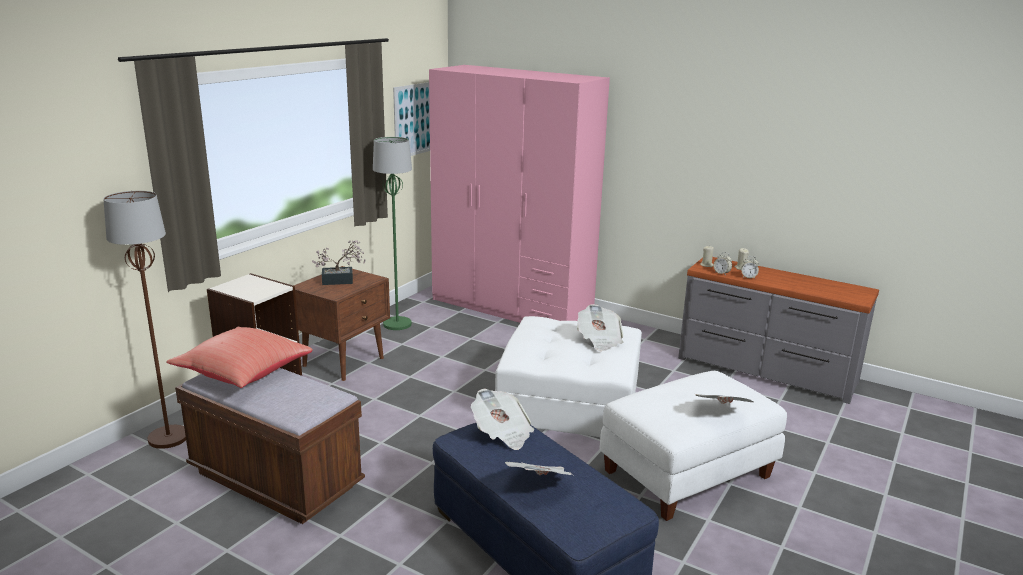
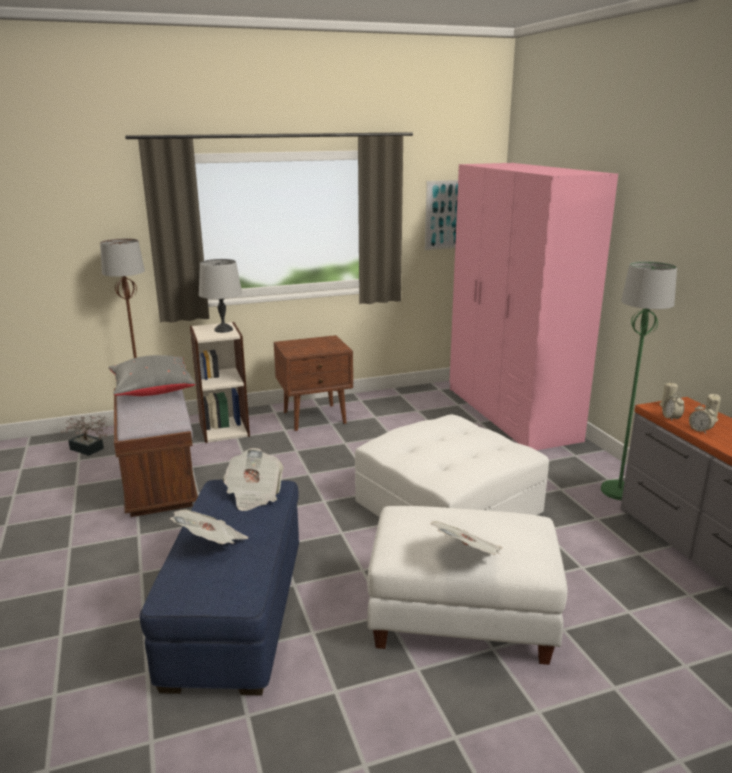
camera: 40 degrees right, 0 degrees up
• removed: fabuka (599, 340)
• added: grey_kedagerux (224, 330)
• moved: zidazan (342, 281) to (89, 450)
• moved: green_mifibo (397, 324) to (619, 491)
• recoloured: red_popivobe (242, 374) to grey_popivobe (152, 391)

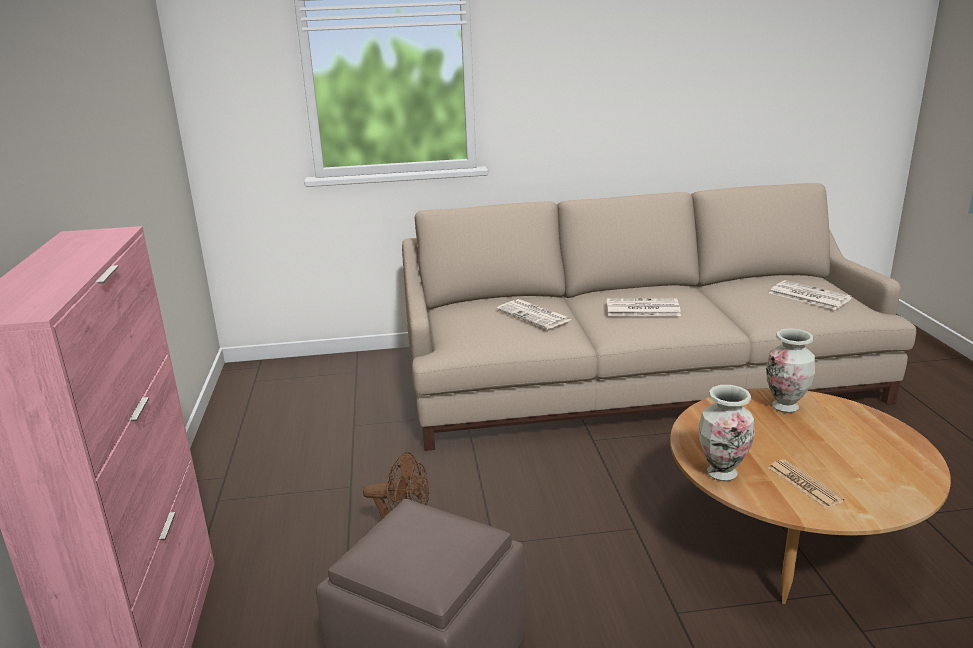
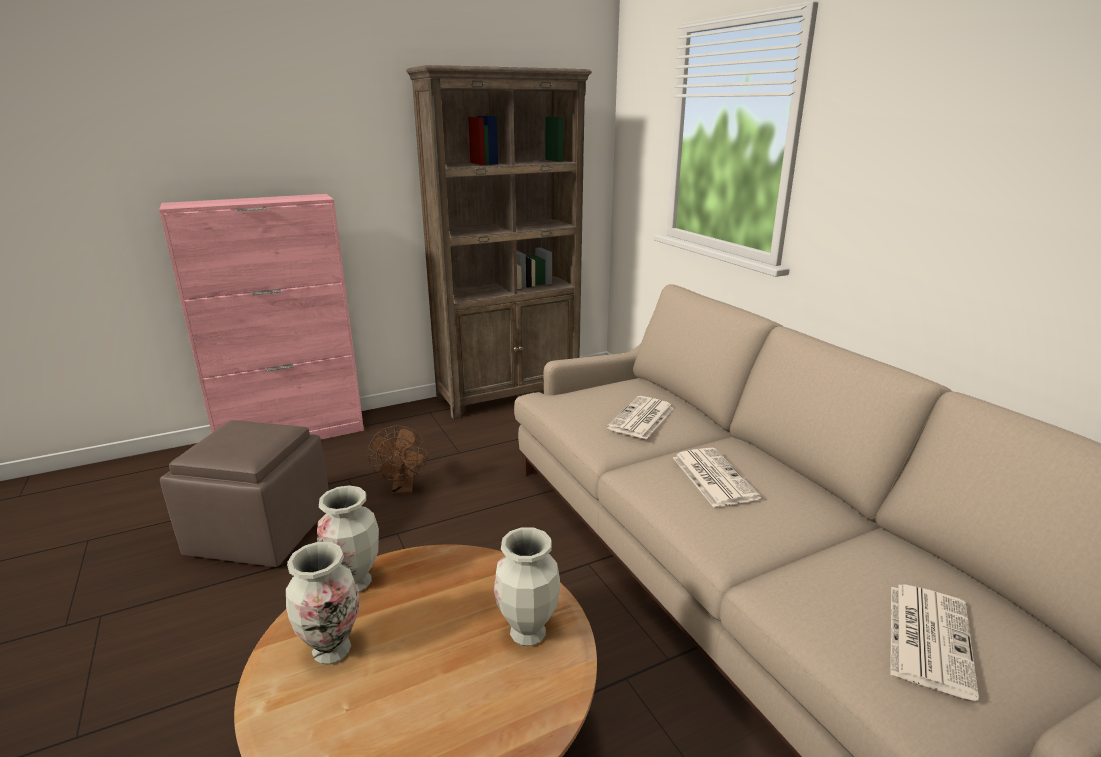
camera: 70 degrees right, 0 degrees up
• added: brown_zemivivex (509, 395)
• replaced: fabuka (804, 484) to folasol (332, 650)

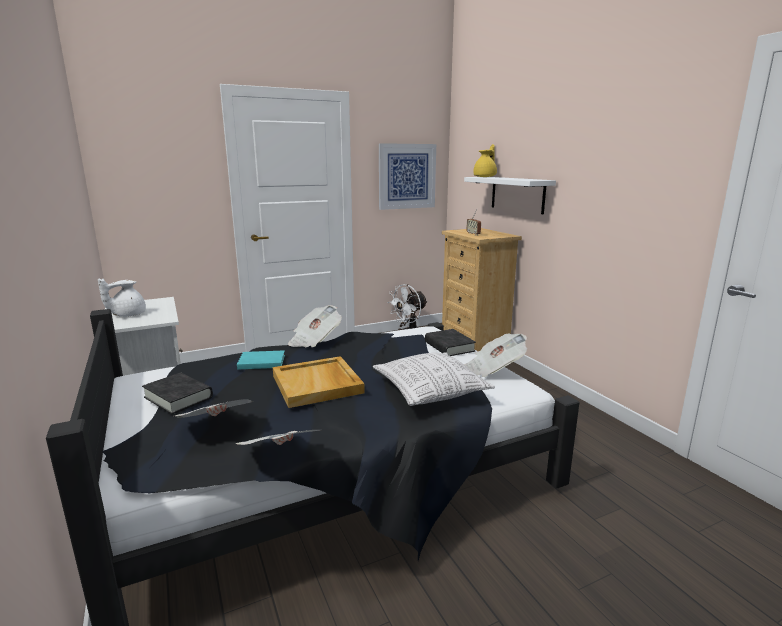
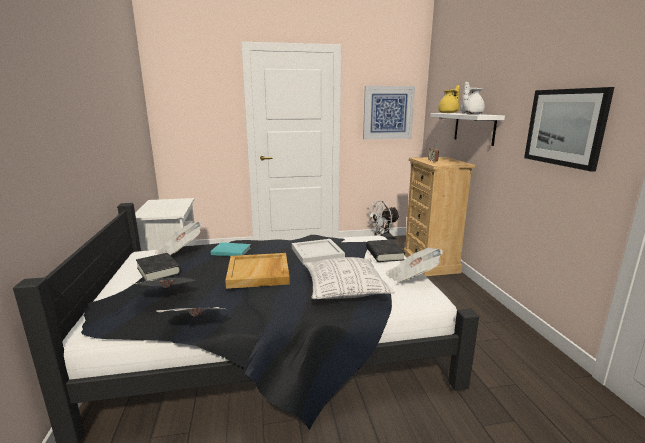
camera: 15 degrees right, 0 degrees up
• added: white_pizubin (316, 253)
• added: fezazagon (565, 127)
• moved: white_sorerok (127, 315) to (470, 114)
• moved: fabuka (314, 340) to (180, 250)

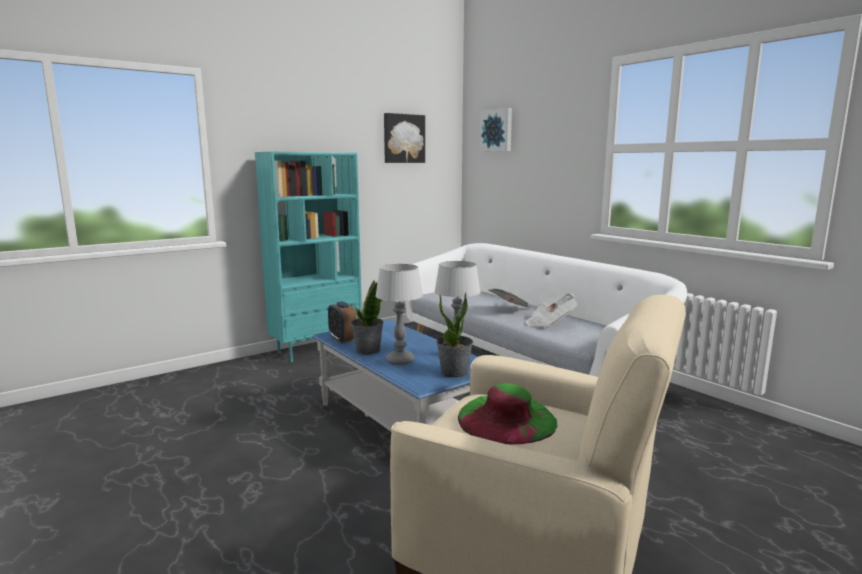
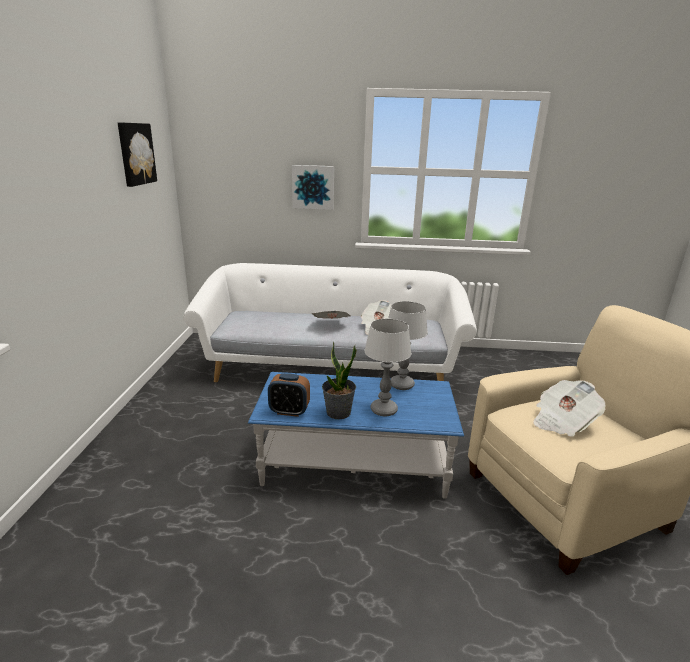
camera: 50 degrees left, 10 degrees up
• removed: turquoise_zemivivex (316, 350)
• removed: zidazan (454, 372)
• moved: fezazagon (497, 130) to (313, 187)
• replaced: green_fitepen (506, 419) to fabuka (562, 421)

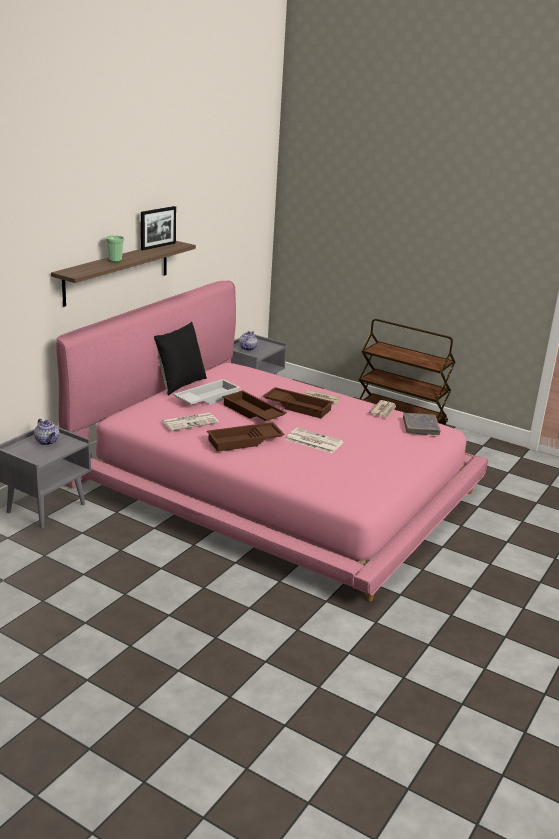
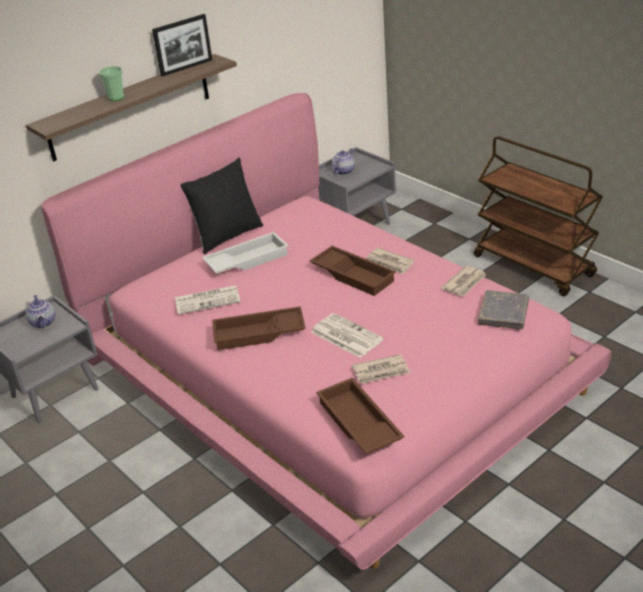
camera: 20 degrees right, 10 degrees up
• added: fabuka (381, 371)
• moved: brown_pizubin (252, 412) to (357, 424)

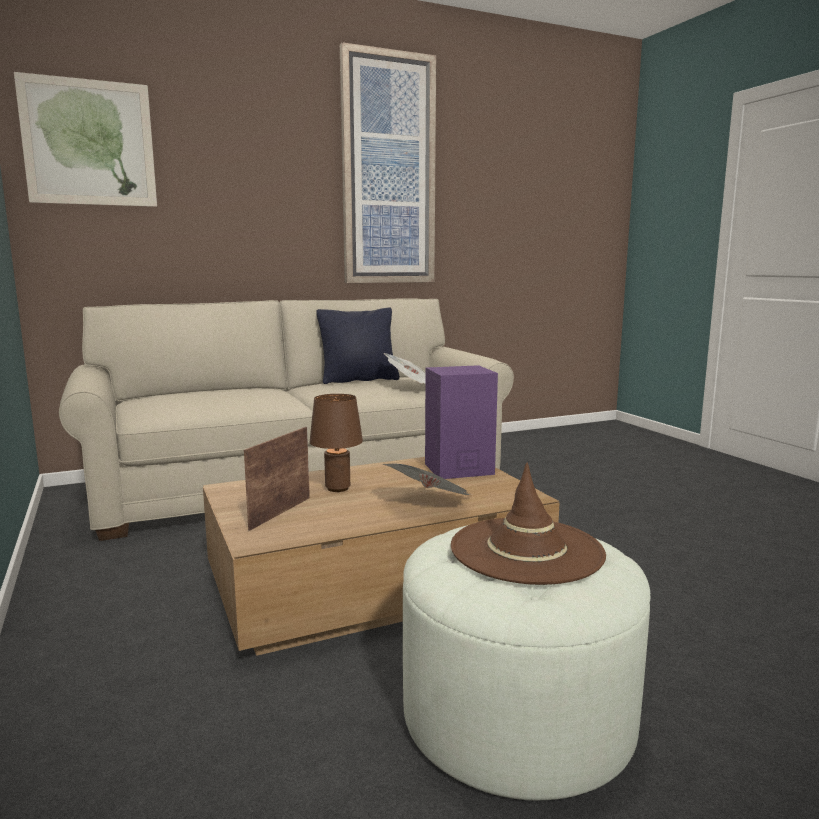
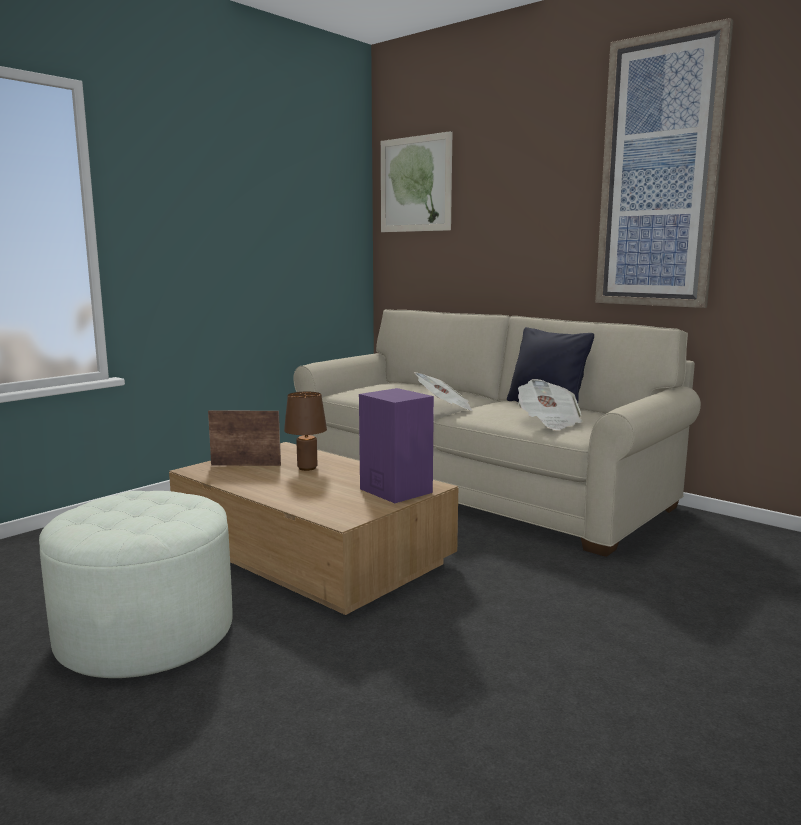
camera: 65 degrees right, 0 degrees up
• removed: brown_fitepen (527, 550)
• moved: fabuka (431, 504) to (444, 407)

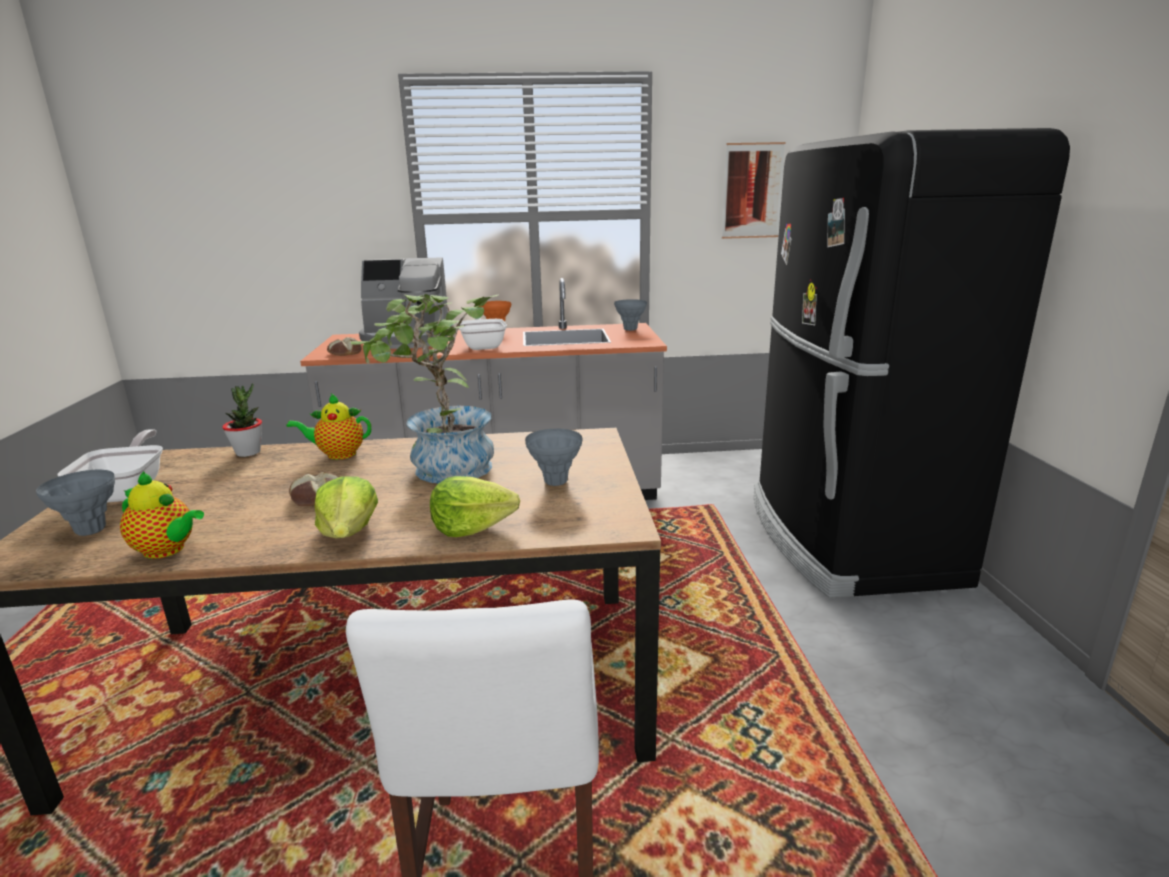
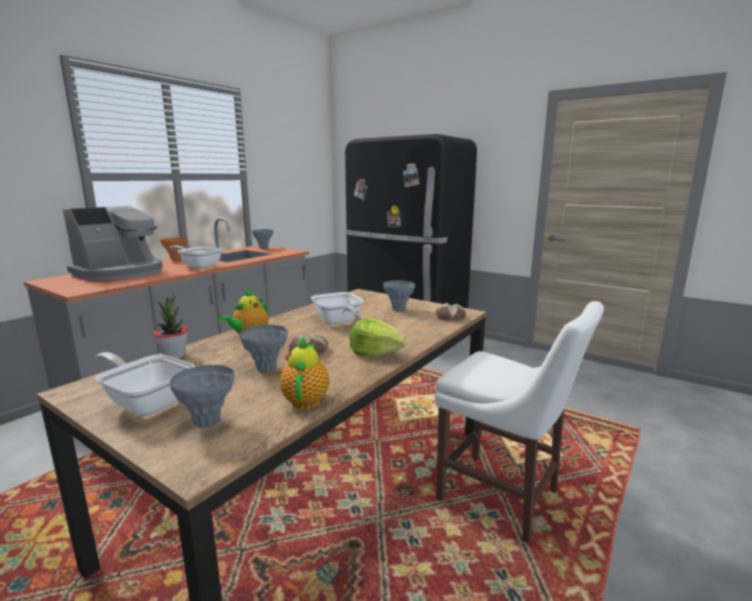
camera: 50 degrees left, 5 degrees down
• removed: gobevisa (472, 526)
• removed: fezazagon (752, 191)
• added: grey_folasol (266, 369)
• moved: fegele (345, 352) to (450, 317)
• replaced: zidazan (444, 472) to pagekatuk (338, 322)
• turned: sorerok (167, 550) = (306, 399) 60 degrees counterclockwise

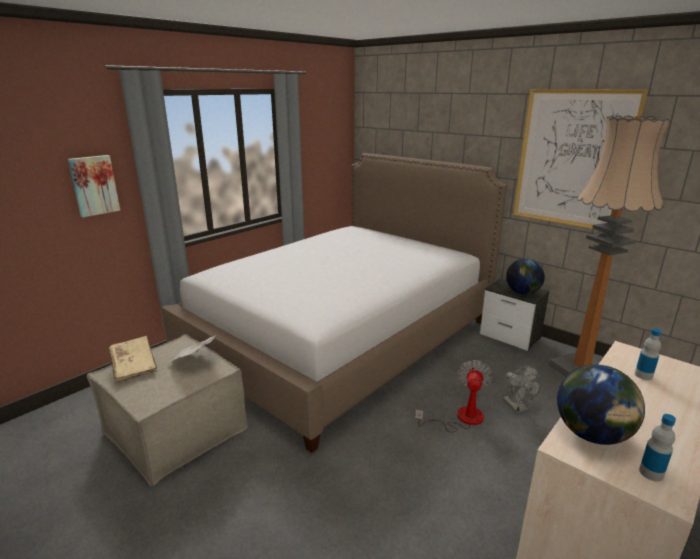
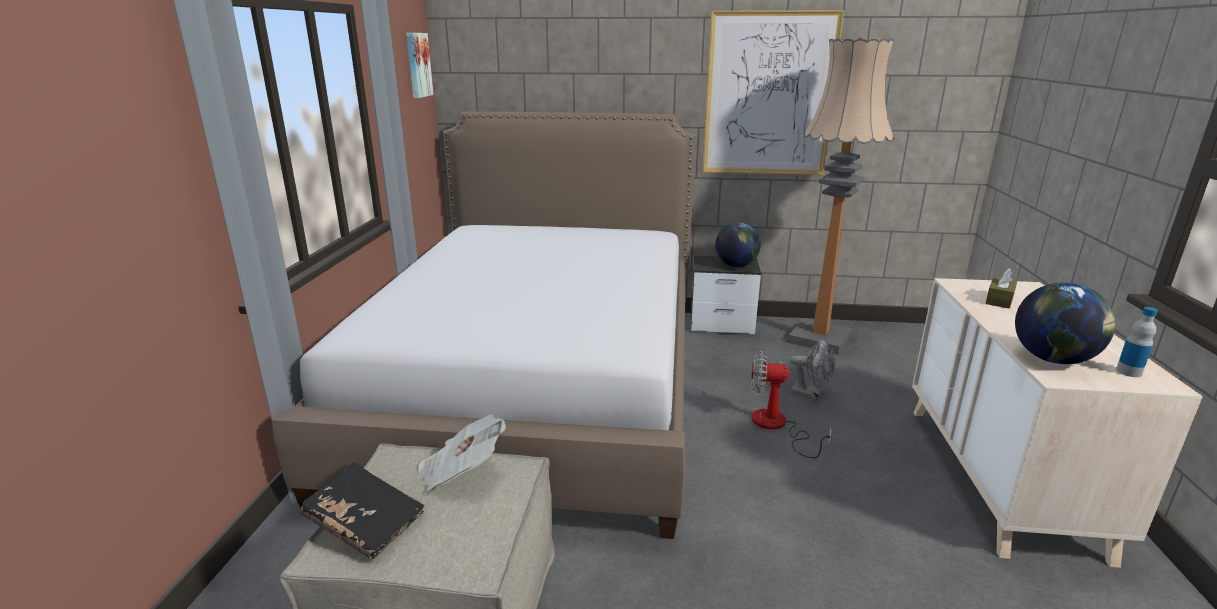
camera: 35 degrees left, 0 degrees up
• moved: fezazagon (94, 185) to (417, 65)
• replaced: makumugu (643, 375) to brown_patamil (999, 300)
• recoloured: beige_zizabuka (134, 366) to black_zizabuka (366, 523)
• turned: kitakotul (461, 418) = (777, 426) 60 degrees counterclockwise

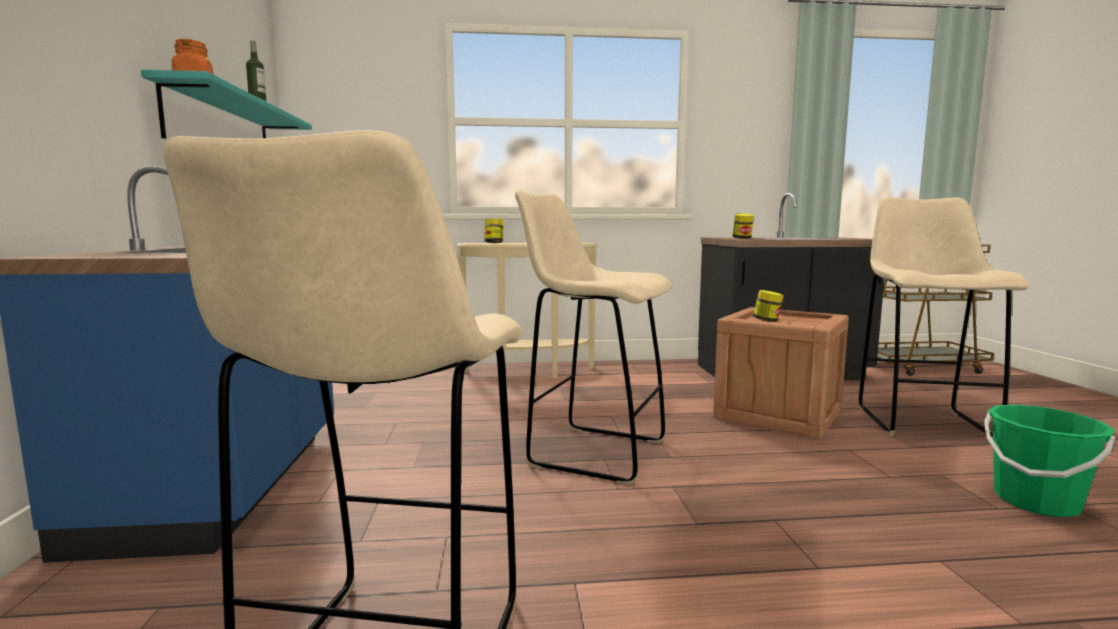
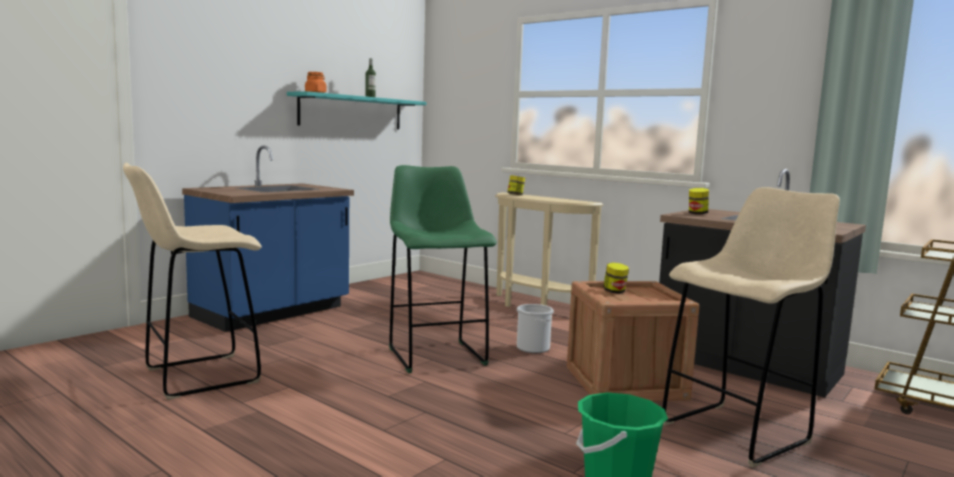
camera: 45 degrees right, 0 degrees up
• added: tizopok (533, 348)
• recoloured: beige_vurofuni (593, 452) to green_vurofuni (436, 355)

